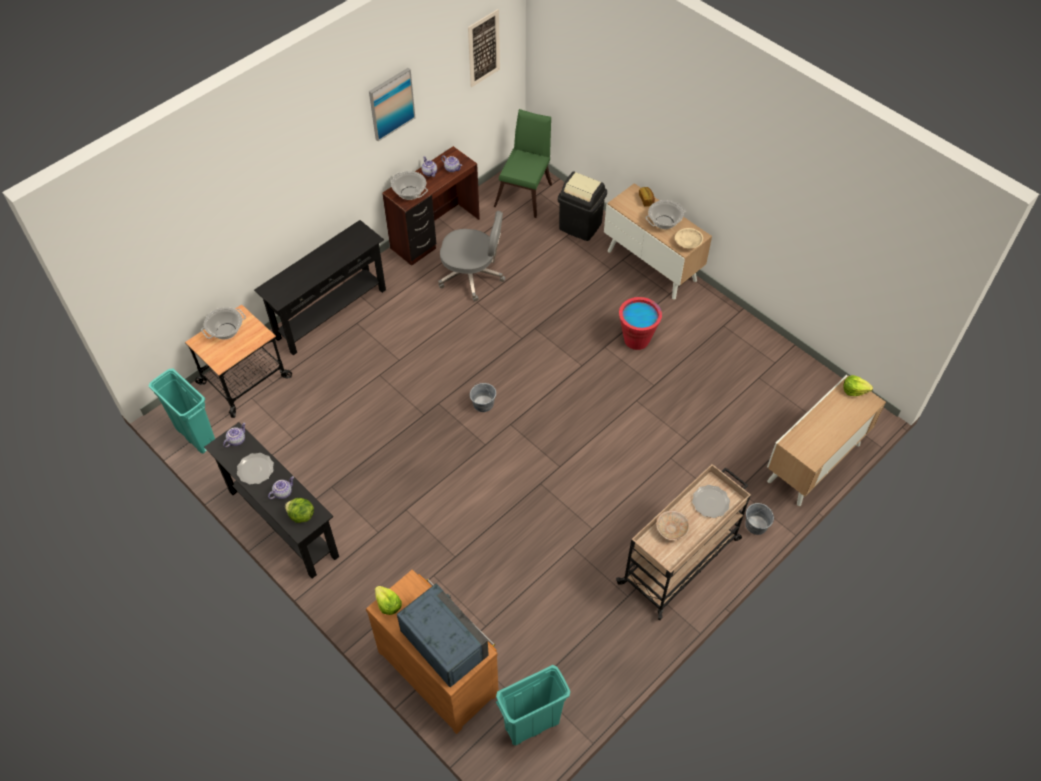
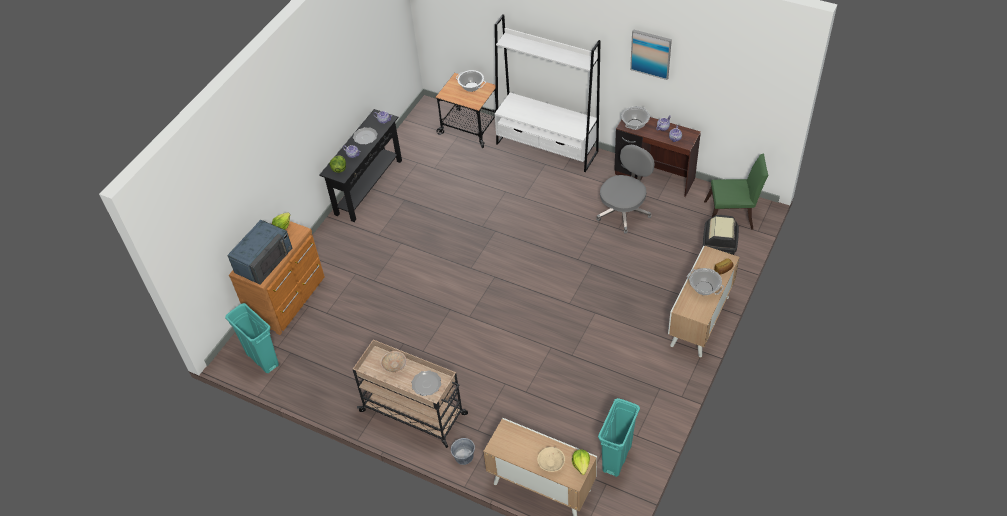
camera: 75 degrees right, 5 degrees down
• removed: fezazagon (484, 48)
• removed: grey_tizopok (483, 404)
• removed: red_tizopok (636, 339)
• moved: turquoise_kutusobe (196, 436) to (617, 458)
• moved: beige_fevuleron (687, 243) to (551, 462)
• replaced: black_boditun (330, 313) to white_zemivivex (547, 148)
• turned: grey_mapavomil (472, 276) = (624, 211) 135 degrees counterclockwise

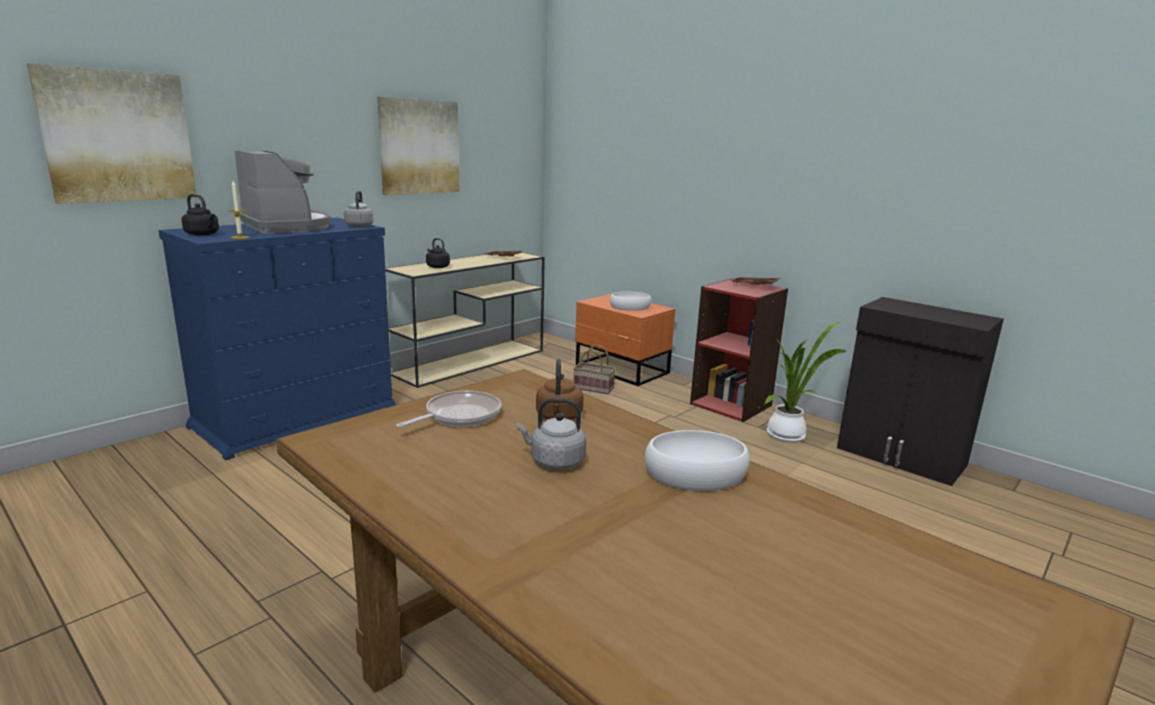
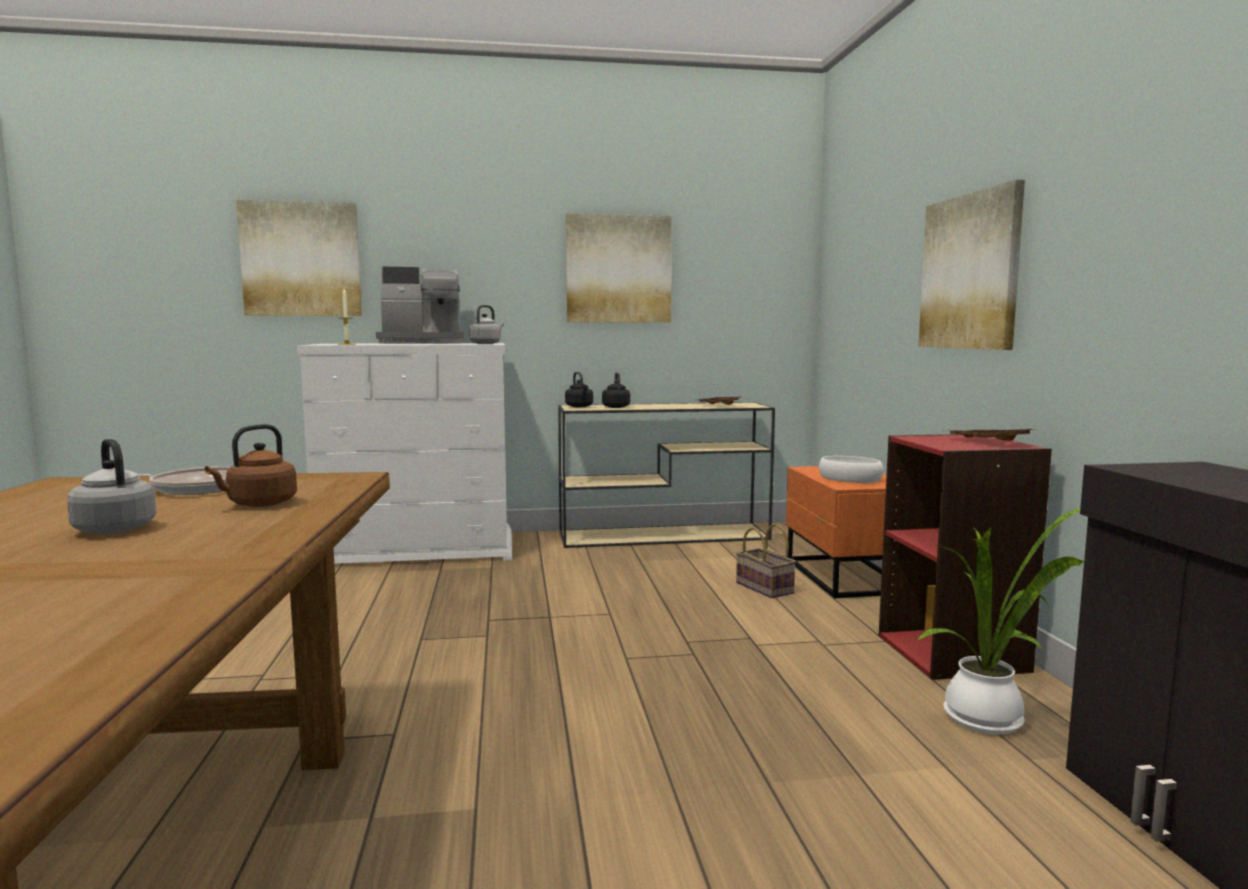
camera: 40 degrees right, 10 degrees down
• removed: white_fevuleron (695, 473)
• added: fezazagon (970, 272)
• moved: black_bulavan (203, 234) to (579, 406)
• recoloured: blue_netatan (297, 416) to white_netatan (418, 549)
• turned: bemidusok (287, 227) = (422, 343) 75 degrees clockwise

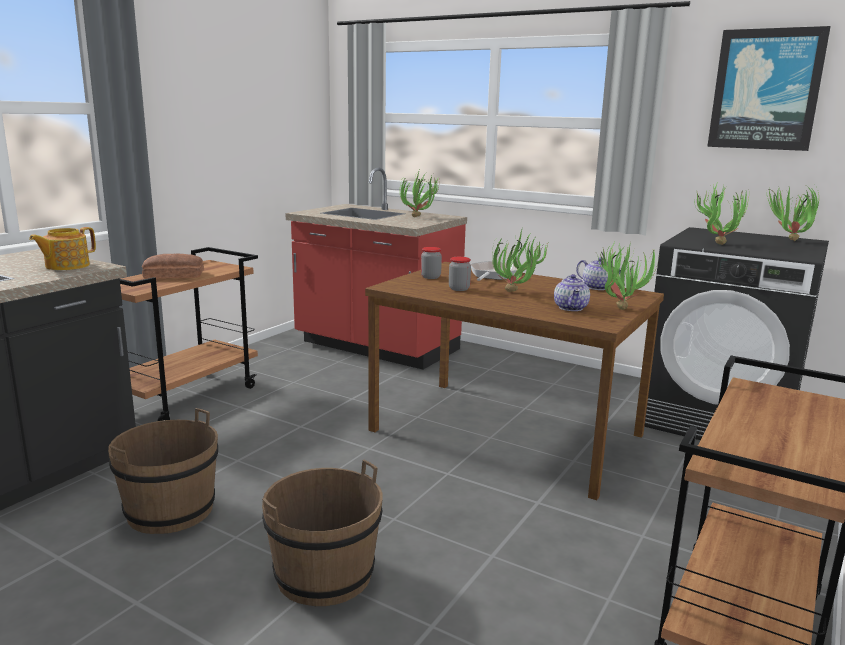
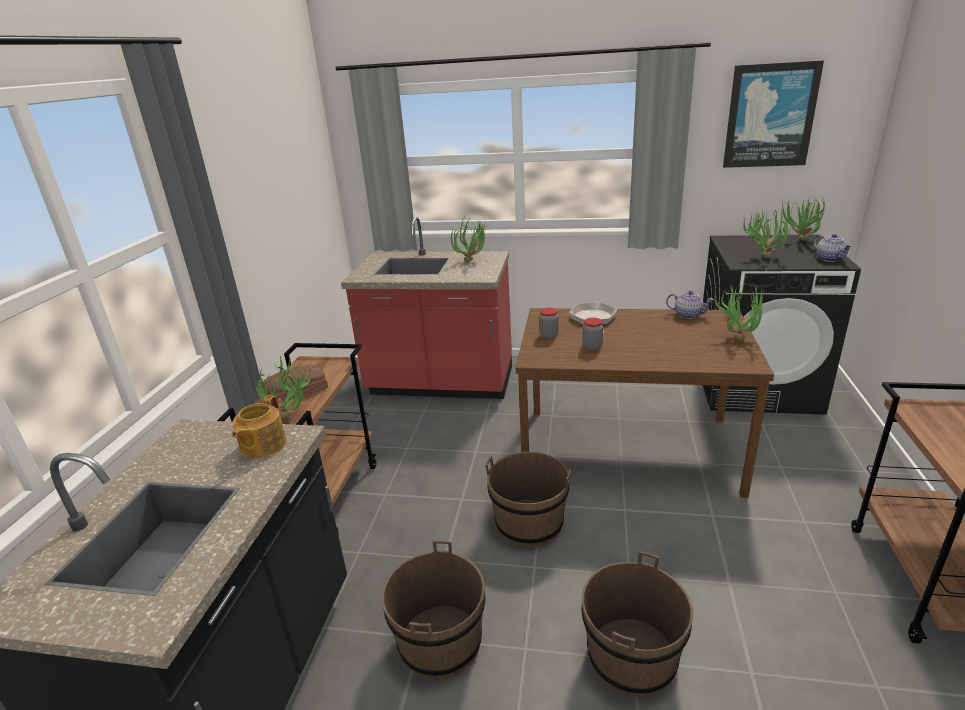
camera: 20 degrees left, 10 degrees up
• added: brown_tizopok (529, 524)
• moved: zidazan (517, 293) to (292, 418)
• moved: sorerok (571, 308) to (829, 259)

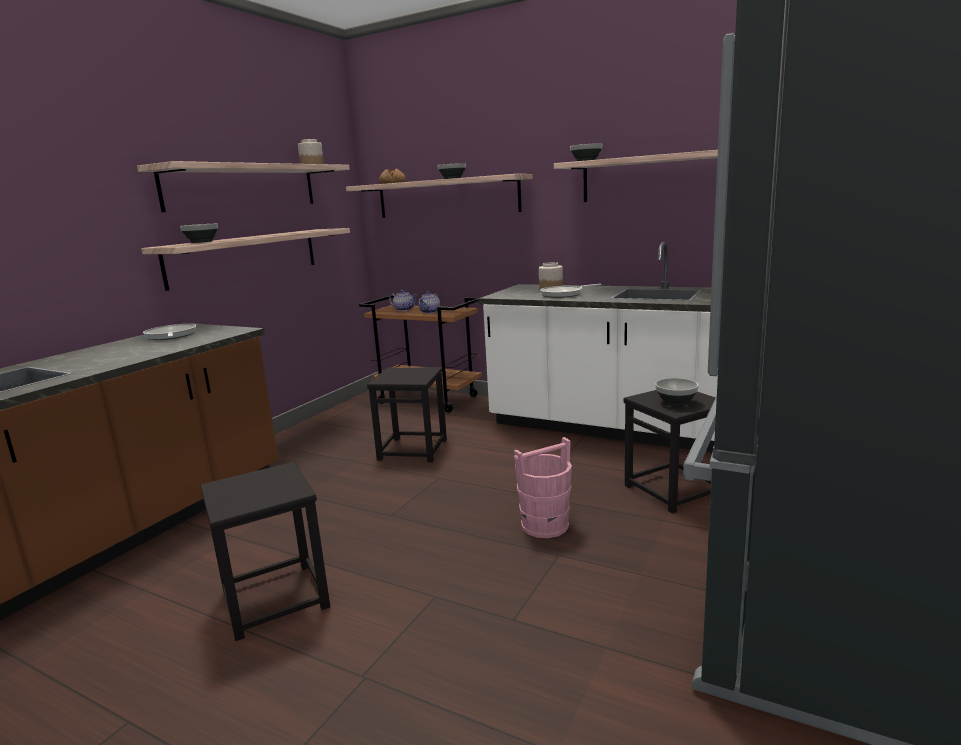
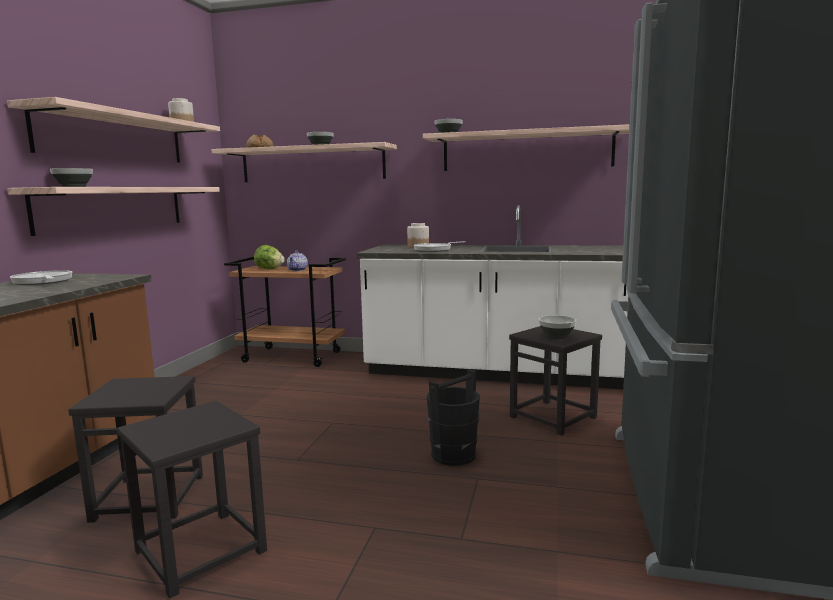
camera: 15 degrees left, 5 degrees down
• moved: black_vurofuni (413, 449) to (150, 497)
• replaced: sorerok (404, 309) to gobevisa (269, 269)
• recoloured: pink_tizopok (544, 525) to black_tizopok (453, 455)

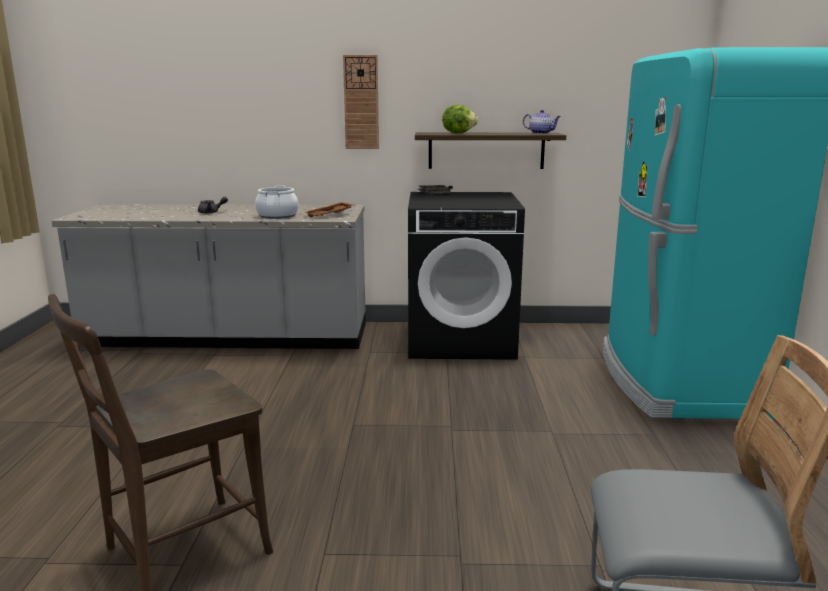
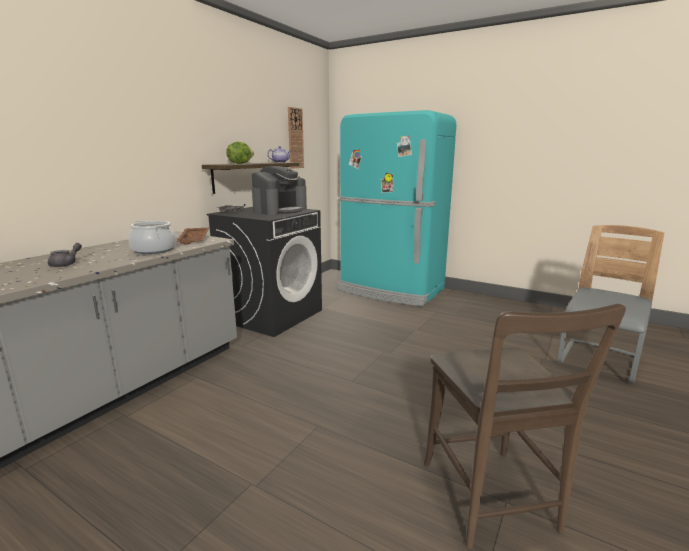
camera: 60 degrees left, 0 degrees up
• added: bemidusok (280, 210)
• moved: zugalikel (361, 102) to (295, 138)

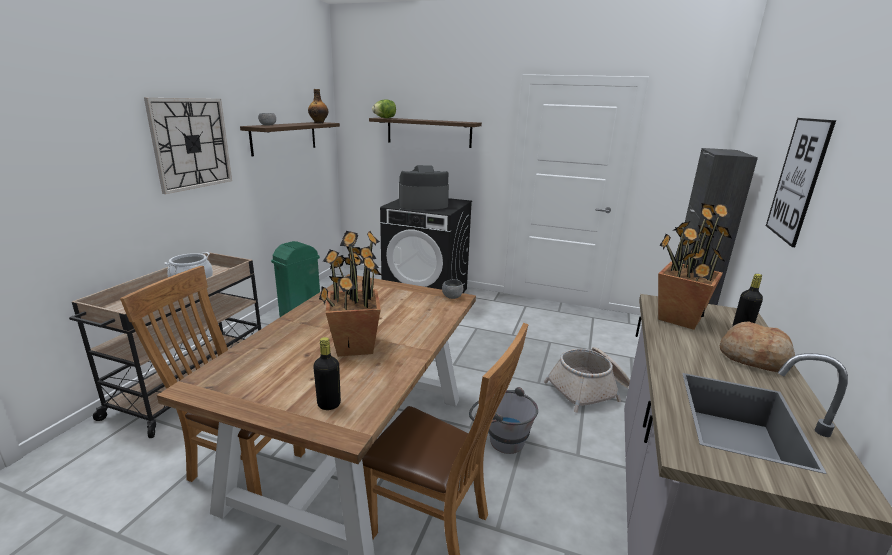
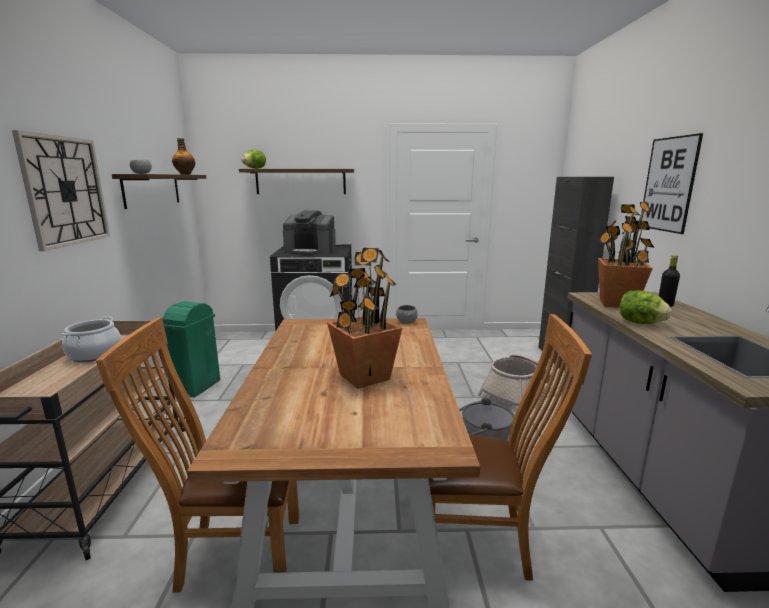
camera: 20 degrees left, 5 degrees down
• removed: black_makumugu (329, 404)
• removed: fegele (754, 358)
• added: gobevisa (640, 323)
• turned: bemidusok (423, 205) = (310, 251) 135 degrees counterclockwise

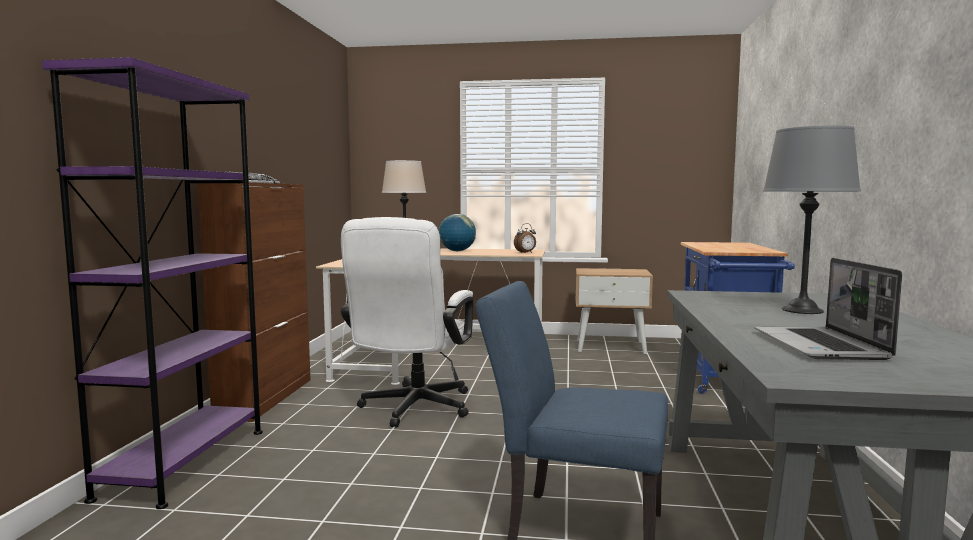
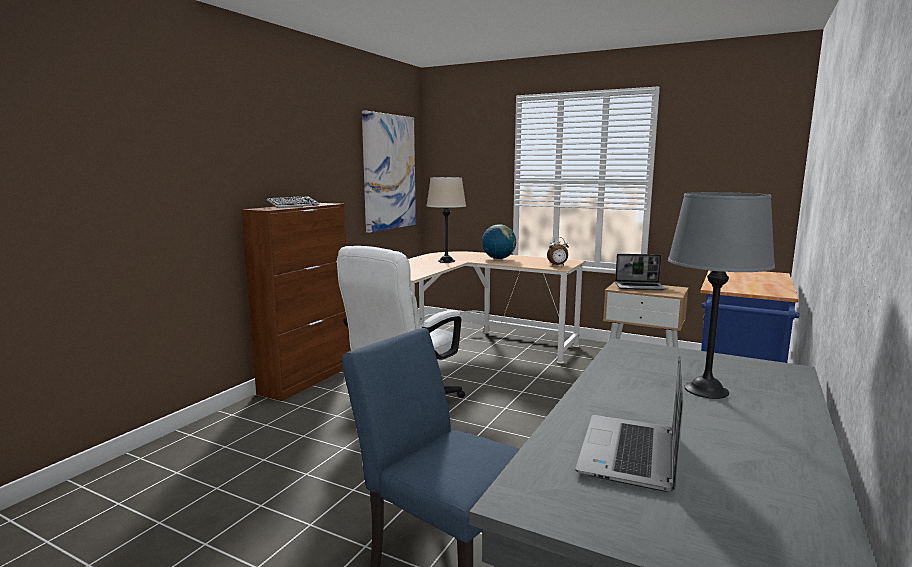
camera: 20 degrees right, 5 degrees up
• removed: purple_zemivivex (184, 462)
• added: fezazagon (389, 172)
• added: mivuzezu (640, 287)

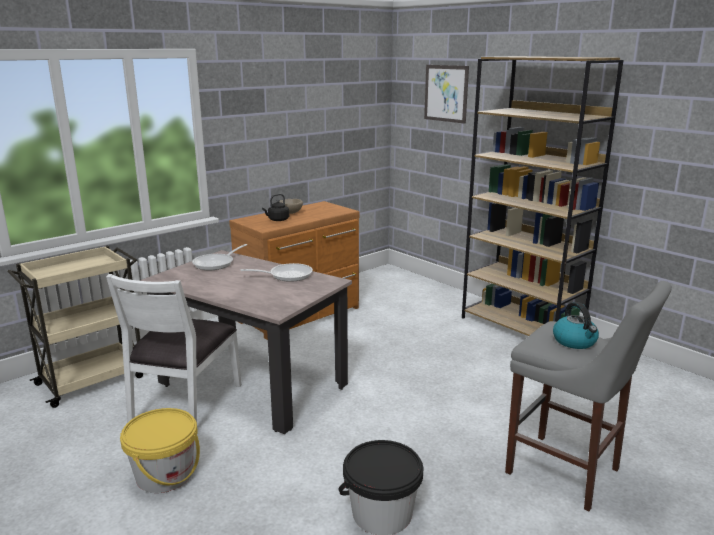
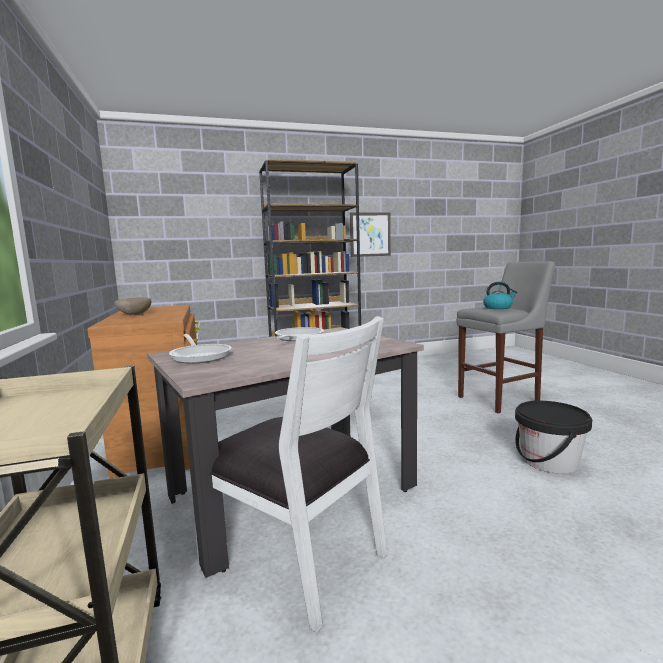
camera: 65 degrees left, 10 degrees down
• removed: yellow_tizopok (165, 475)
• removed: black_bulavan (277, 220)
• moved: fezazagon (446, 93) to (370, 234)

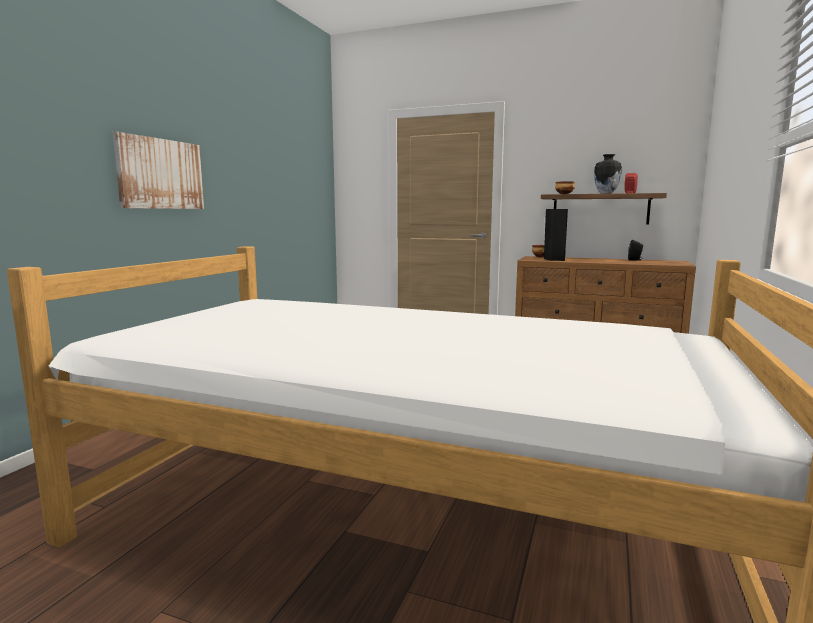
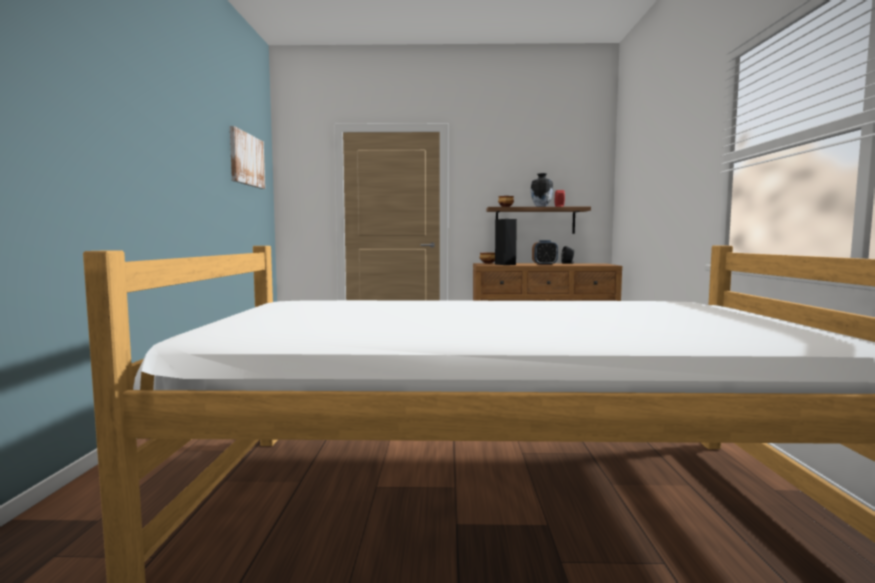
camera: 20 degrees left, 5 degrees down
• added: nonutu (544, 265)
• moved: fezazagon (160, 174) to (246, 159)

